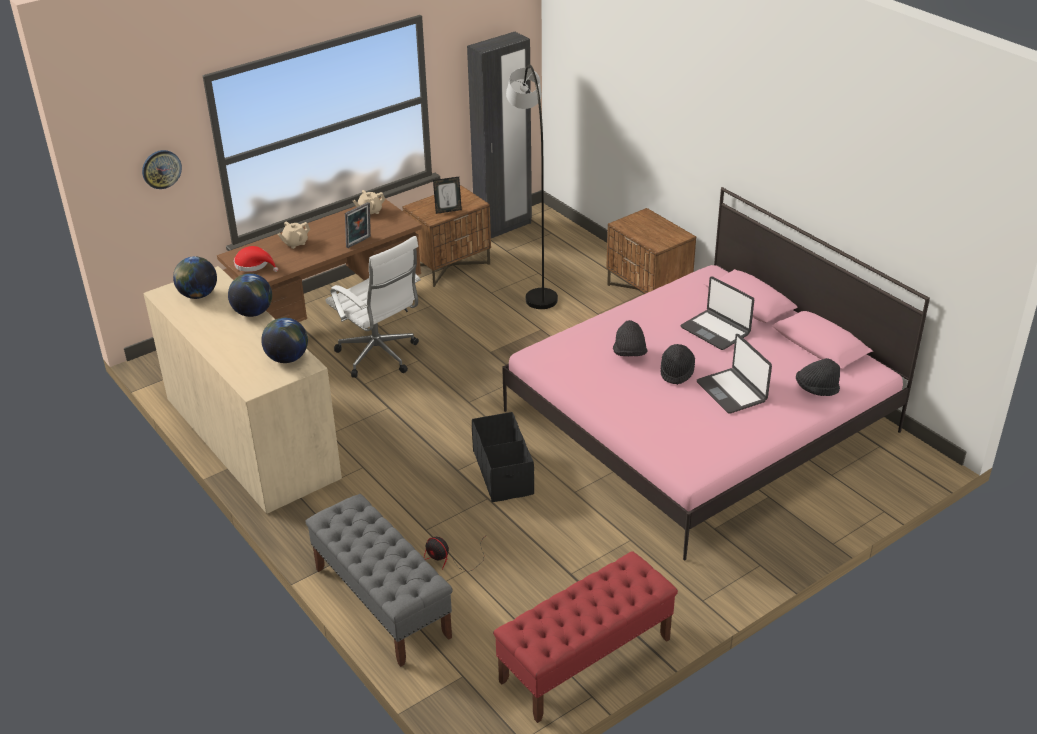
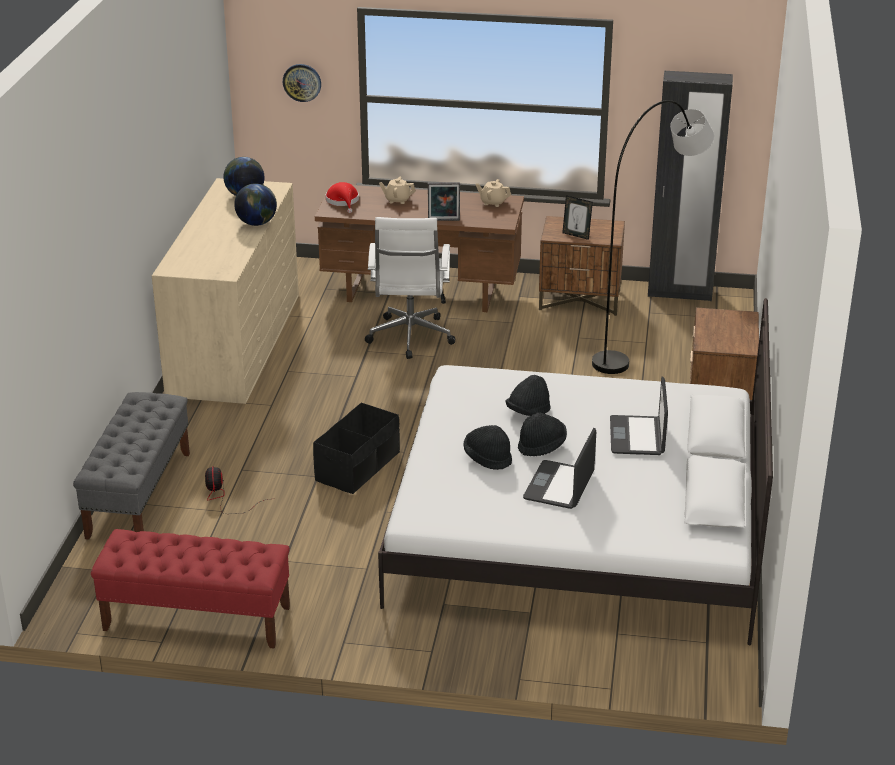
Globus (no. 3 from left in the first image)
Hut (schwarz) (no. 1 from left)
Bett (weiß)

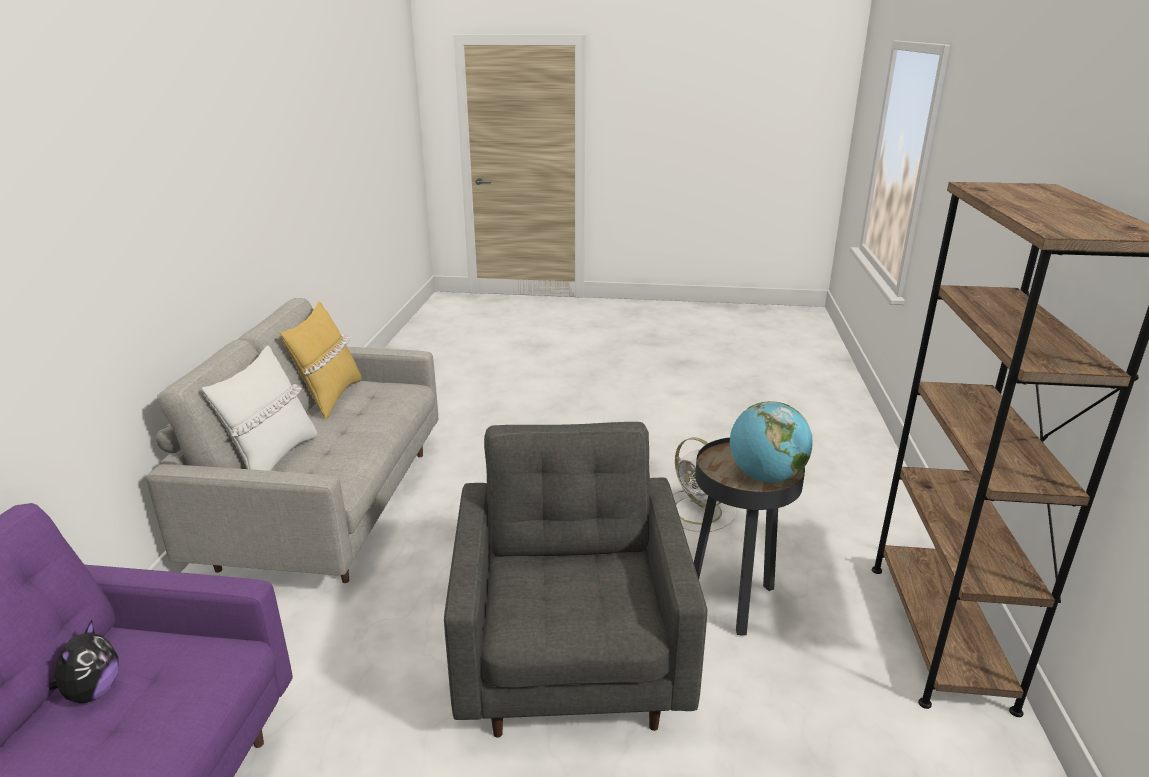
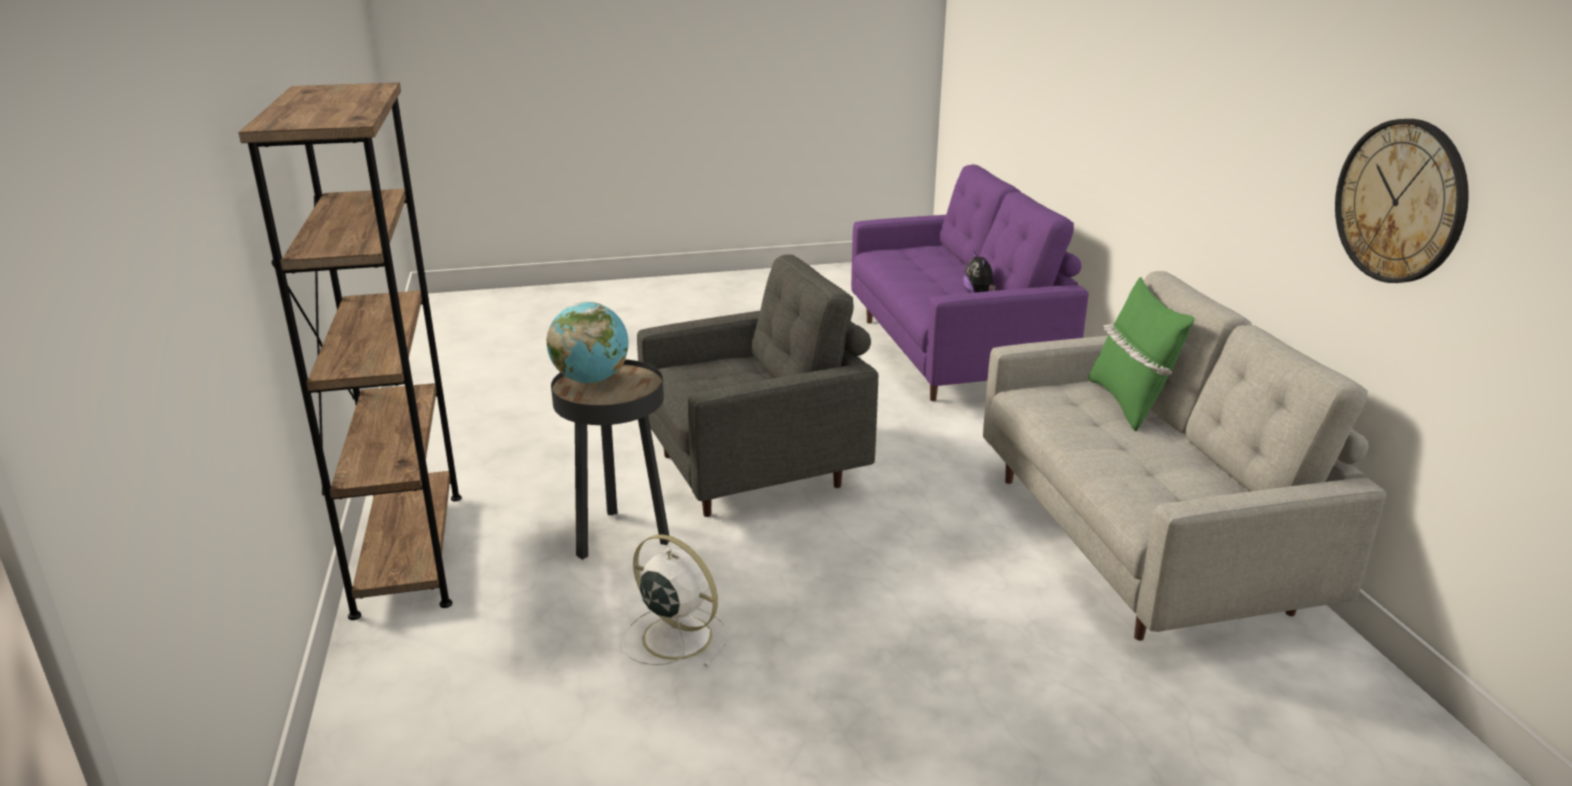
Kissen (gelb)
Wanduhr
Kissen (grün)
Sessel (grau)

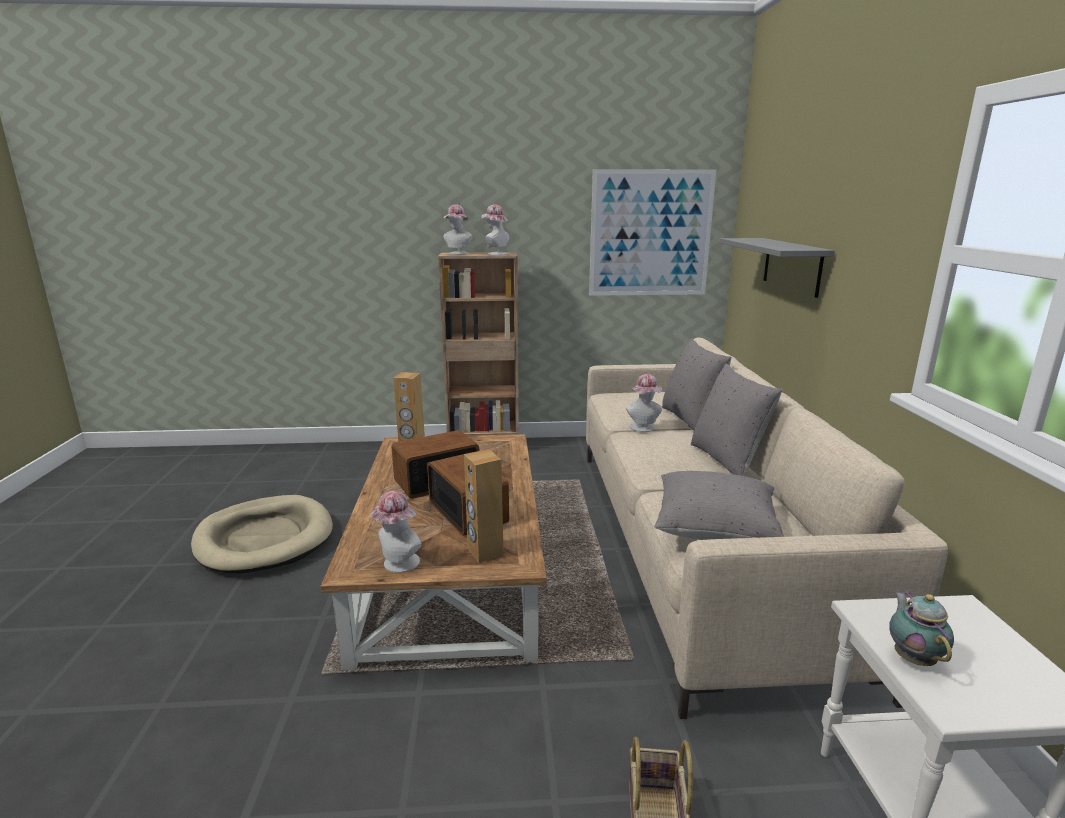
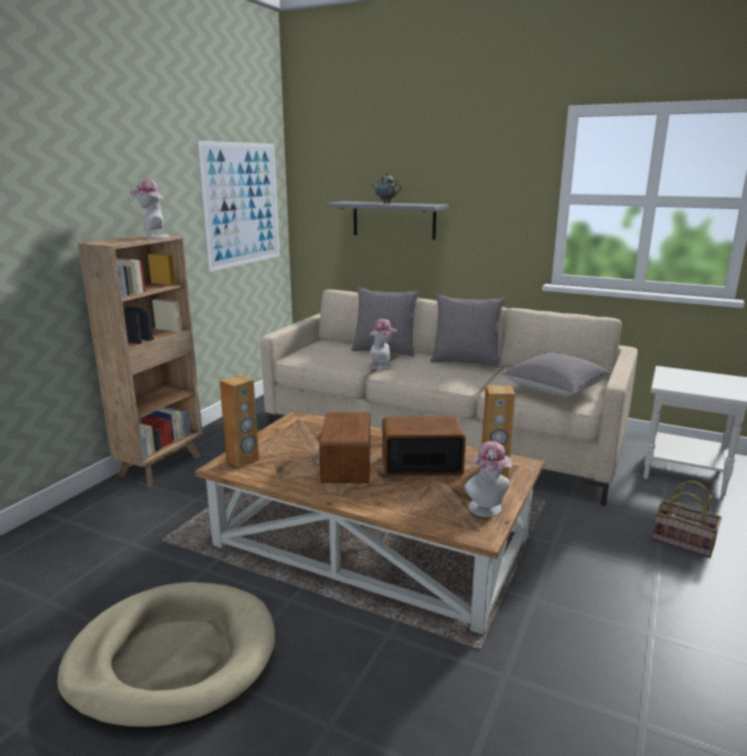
Hut (no. 2 from left in the first image)
Teekanne

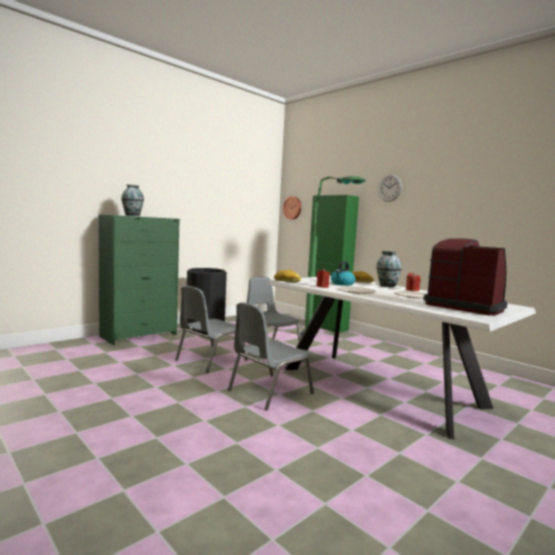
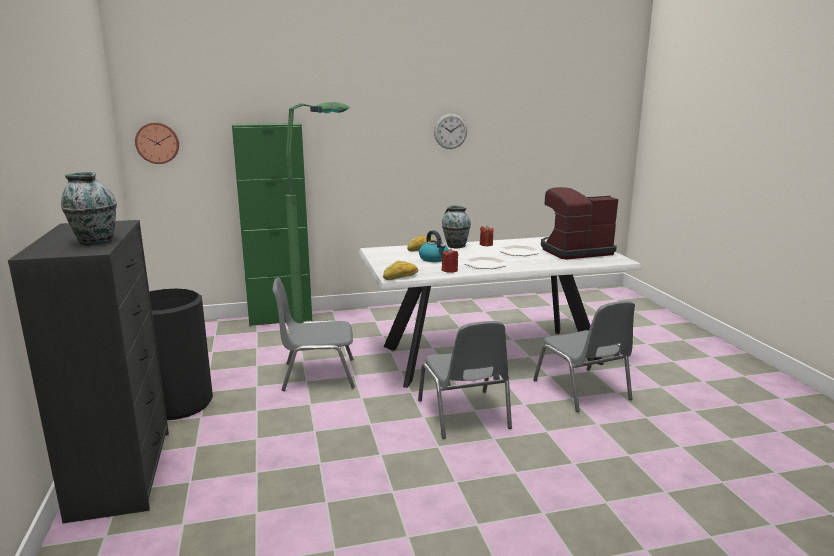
Stuhl (grau) (no. 3 from left)
Wanduhr (no. 2 from left)
Kommode (schwarz)

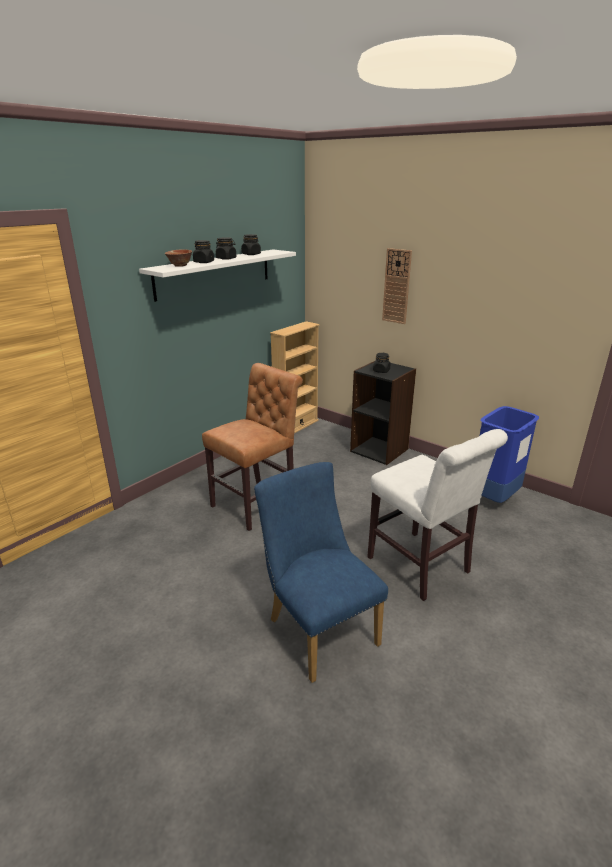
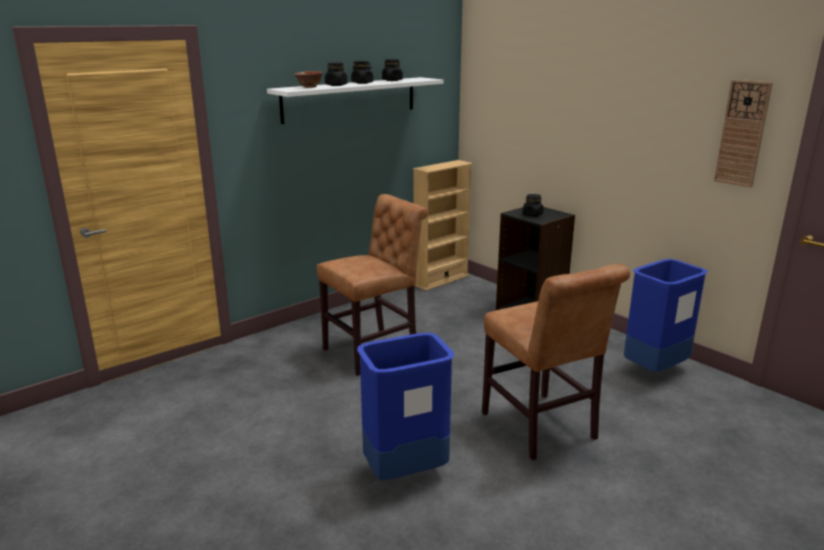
Wanduhr
Mülleimer (blau) (no. 1 from left)
Stuhl (braun) (no. 2 from left)

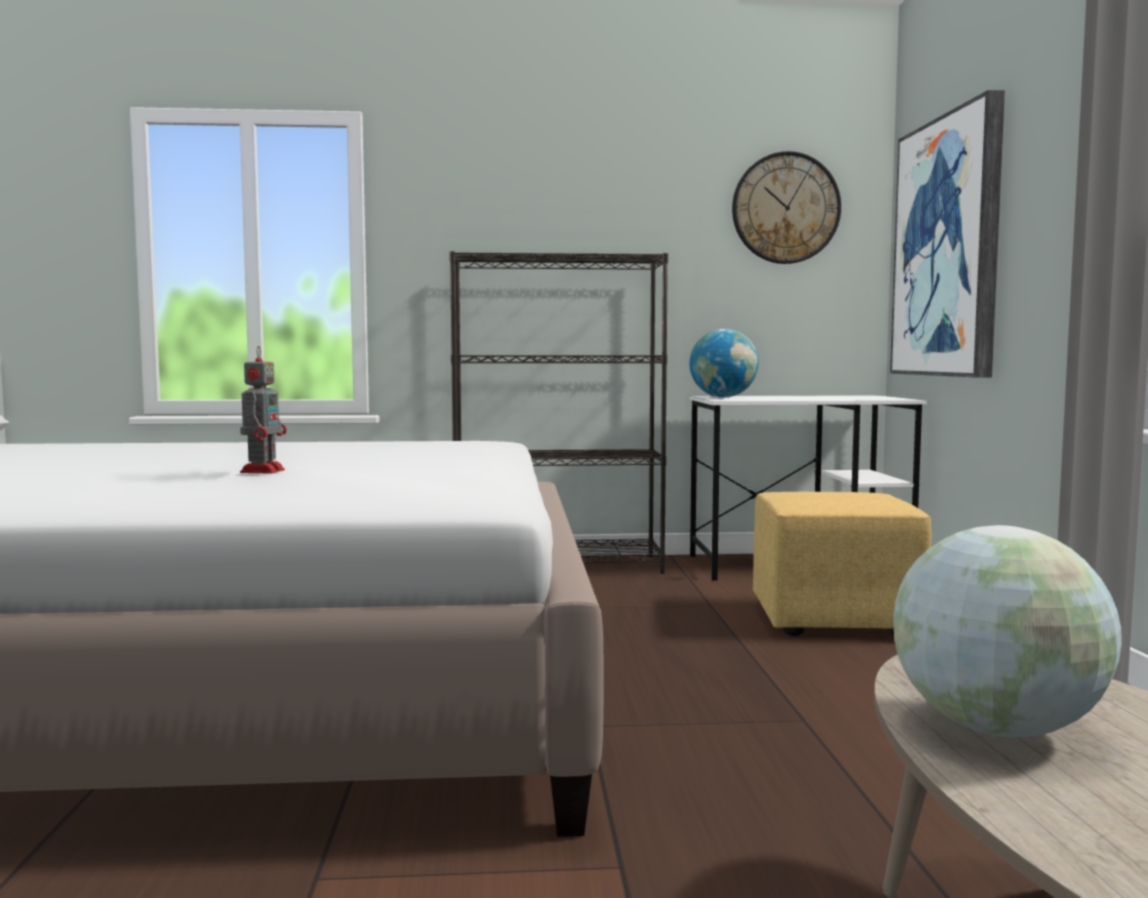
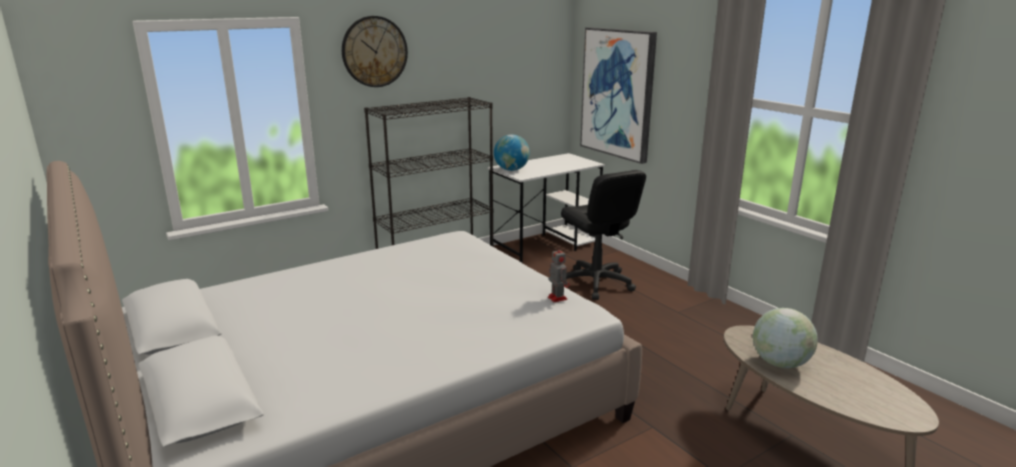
Spielzeugroboter
Wanduhr
Bürostuhl (schwarz)

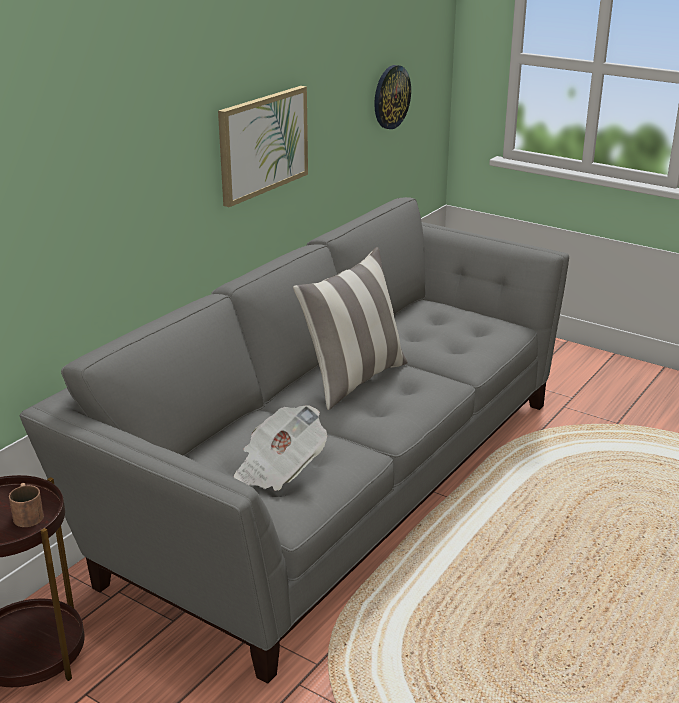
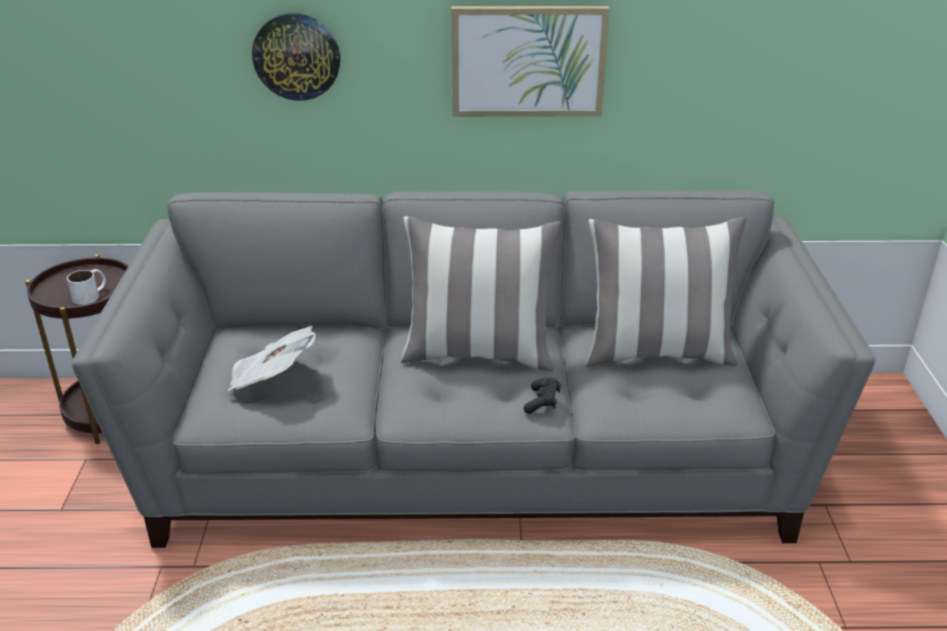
Gamepad (schwarz)
Kissen (no. 2 from left)
Wanduhr
Henkelbecher (weiß)

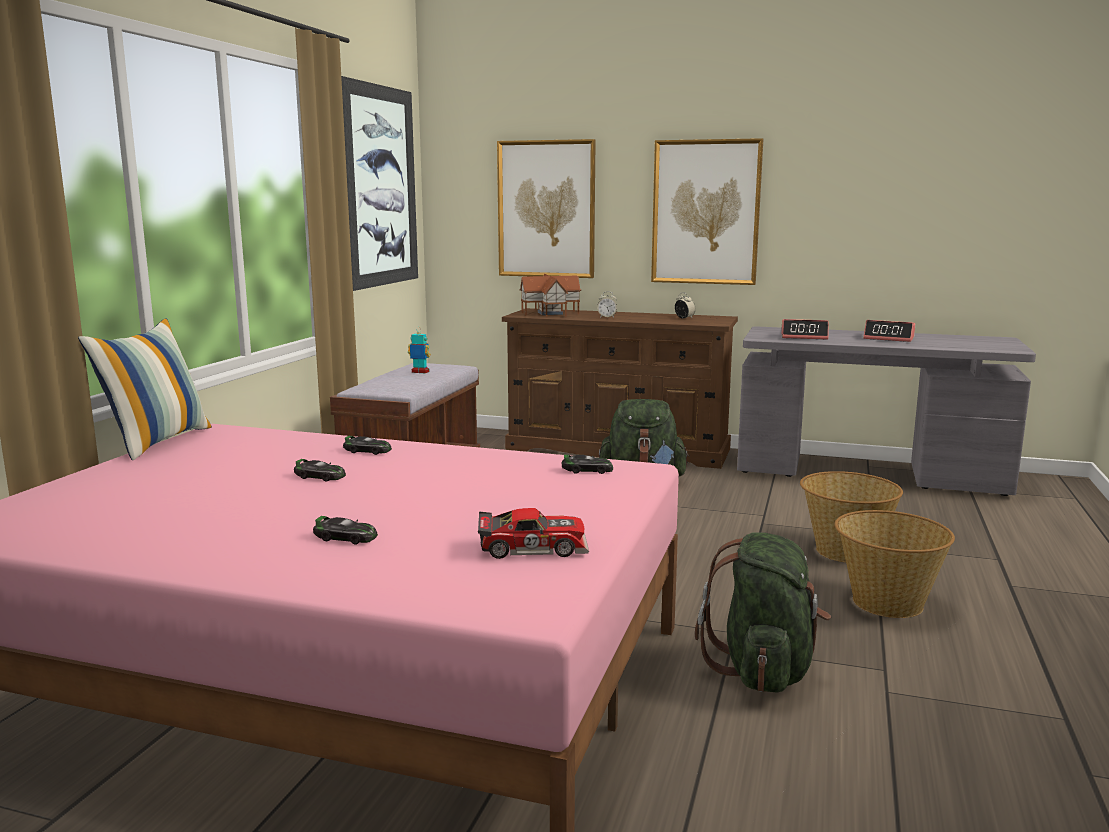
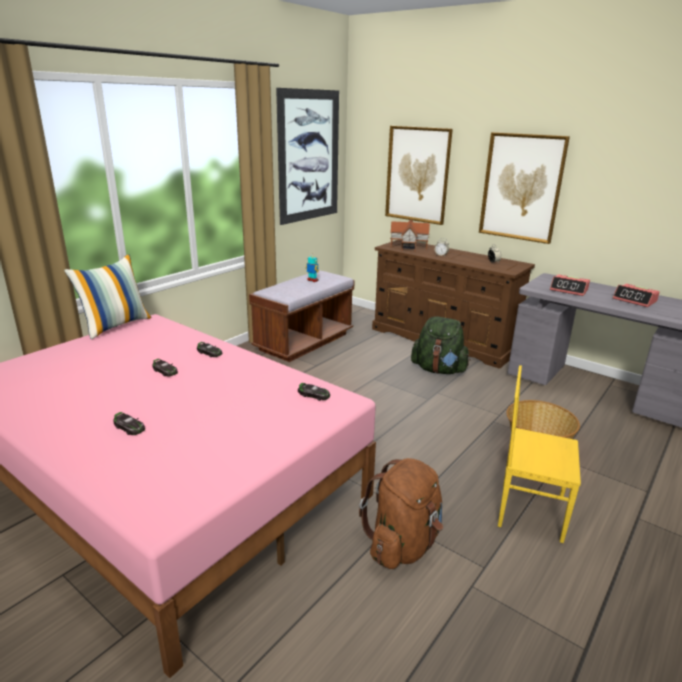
Spielzeugauto (no. 4 from left in the first image)
Stuhl (gelb)
Rucksack (braun)

